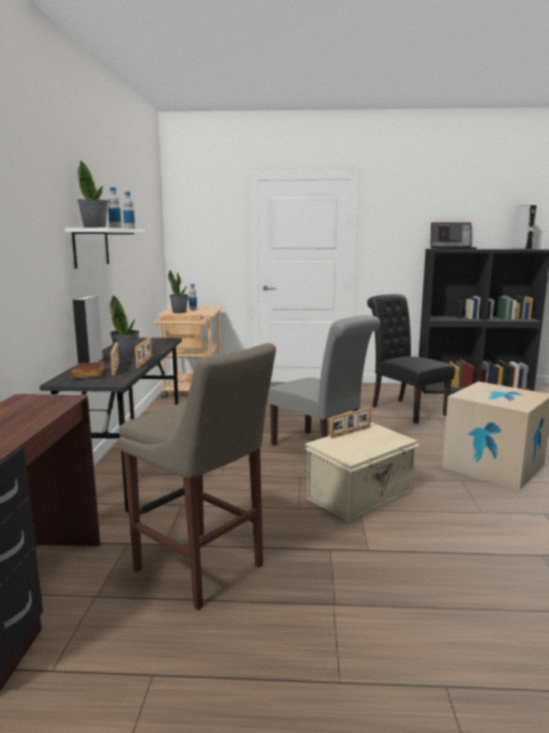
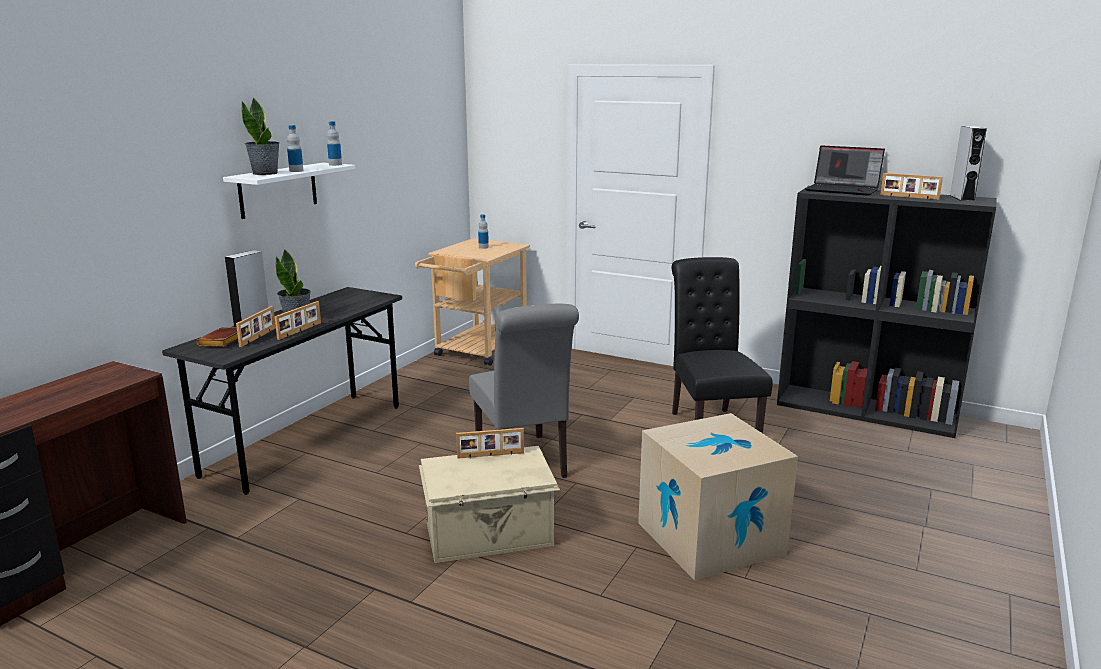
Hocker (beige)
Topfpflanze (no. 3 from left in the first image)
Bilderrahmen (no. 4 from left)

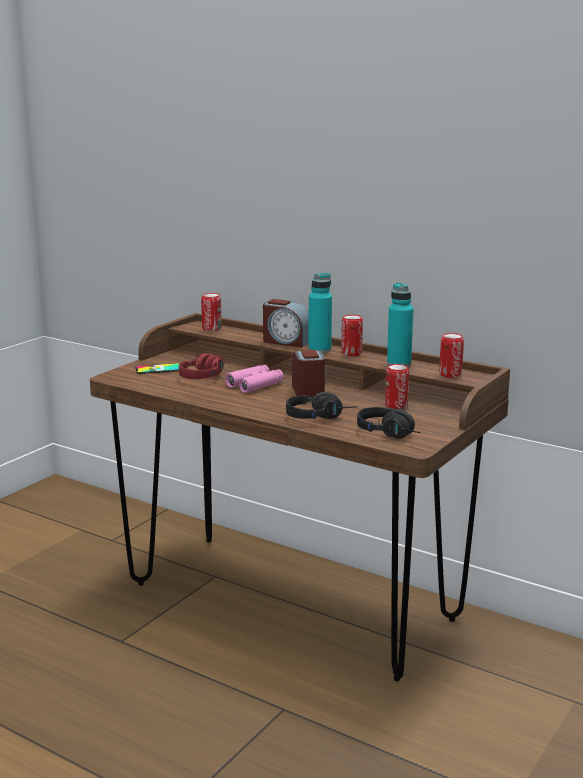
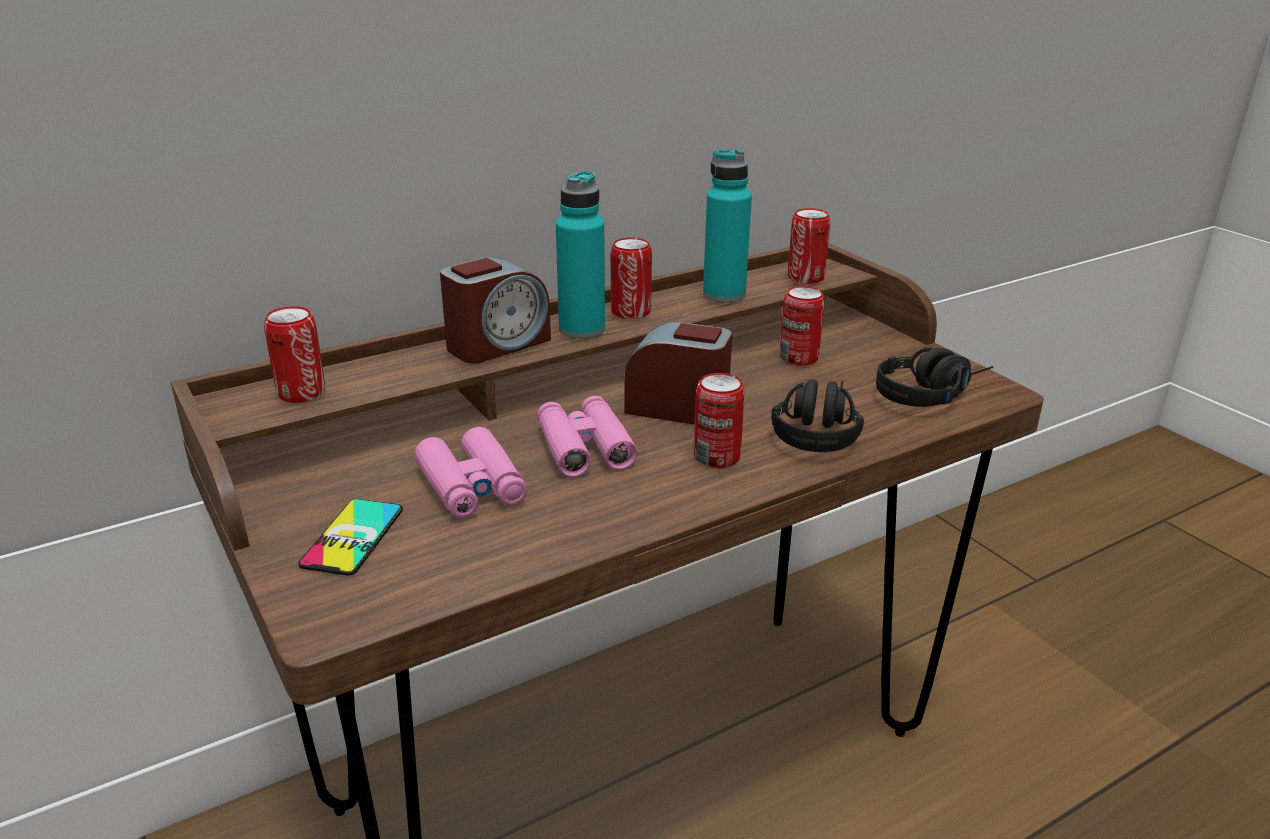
Dose (no. 3 from left)
Fernglas (rosa) (no. 1 from left)

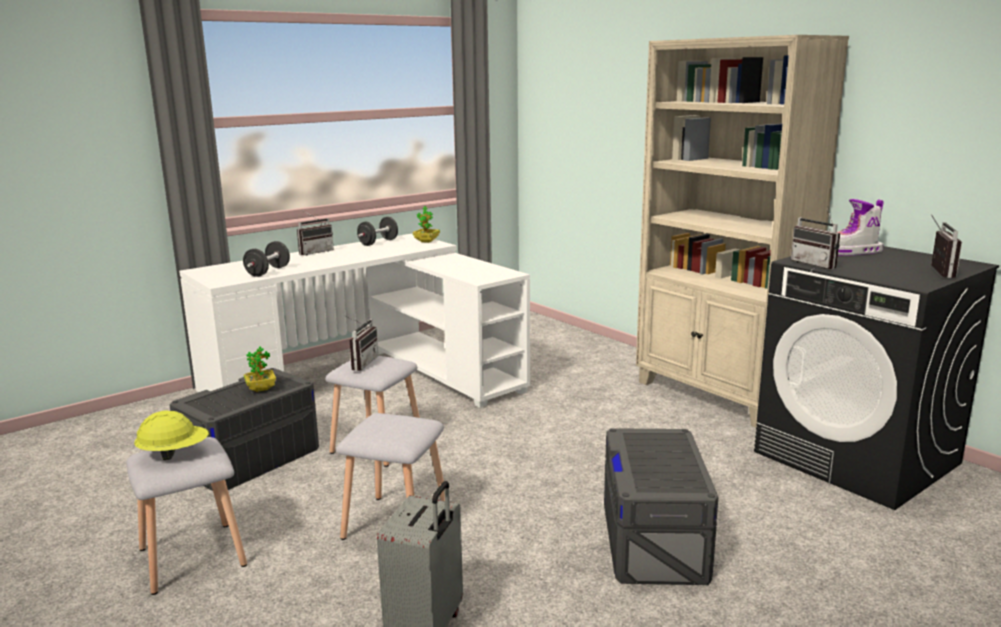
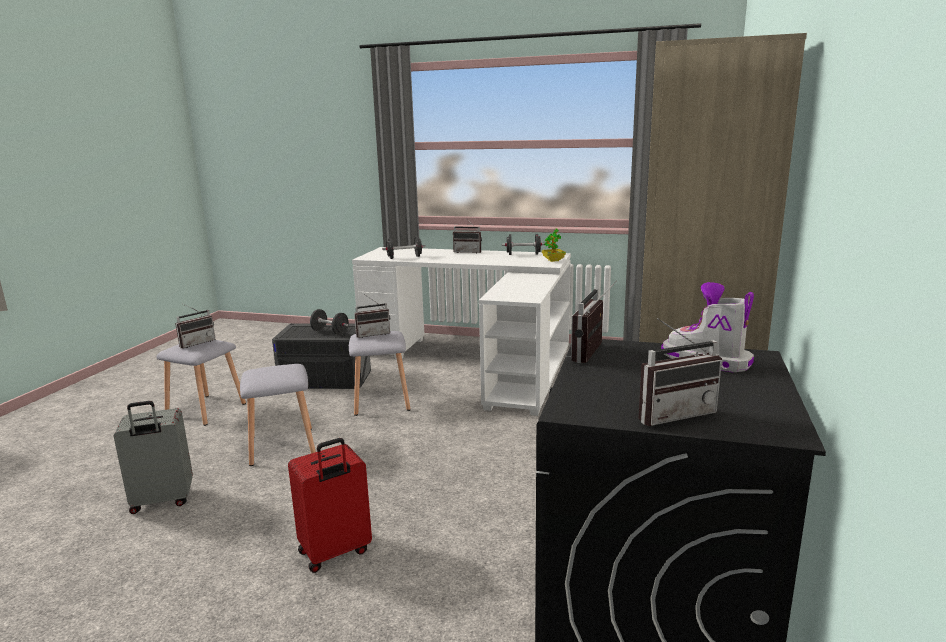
Radio (no. 1 from left)
Hantel (schwarz) (no. 1 from left)
Koffer (rot)

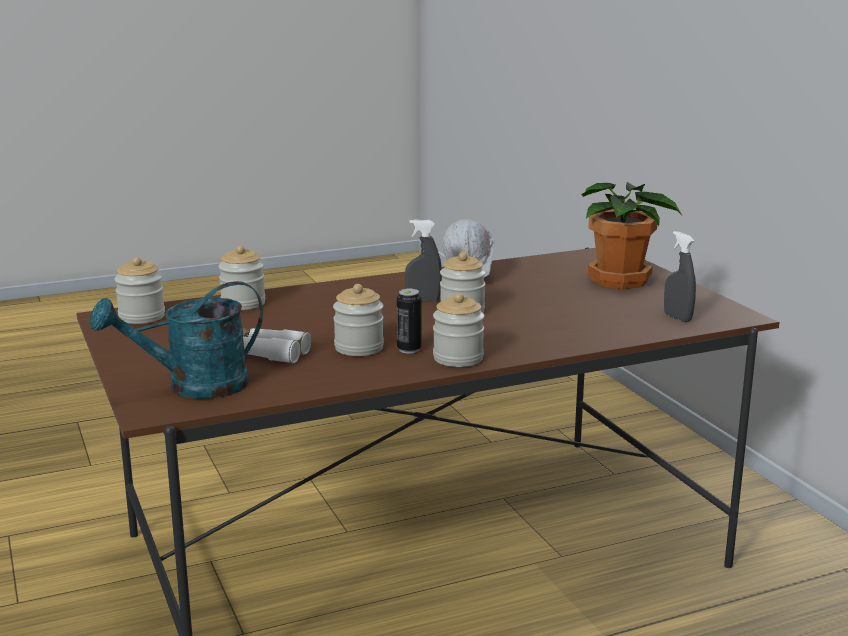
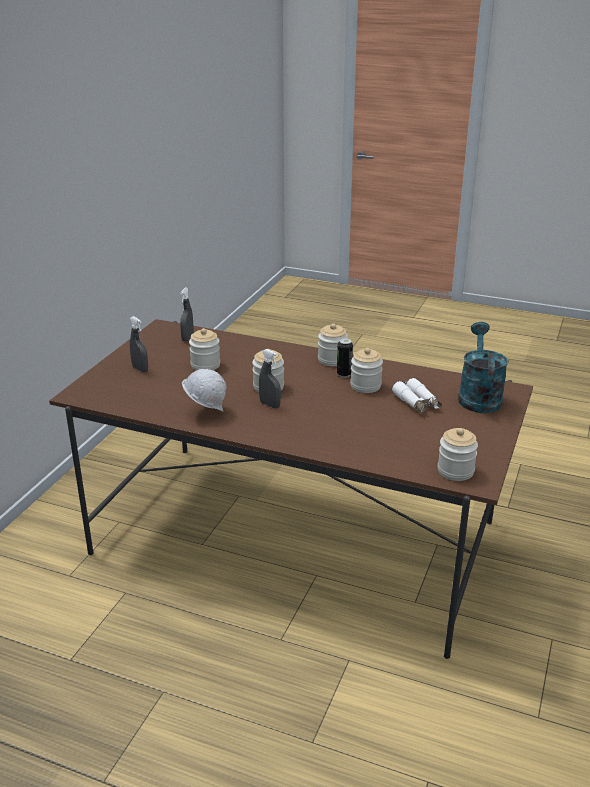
Vorratsglas (no. 1 from left)
Sprühflasche (grau) (no. 1 from left)
Gießkanne (türkis)

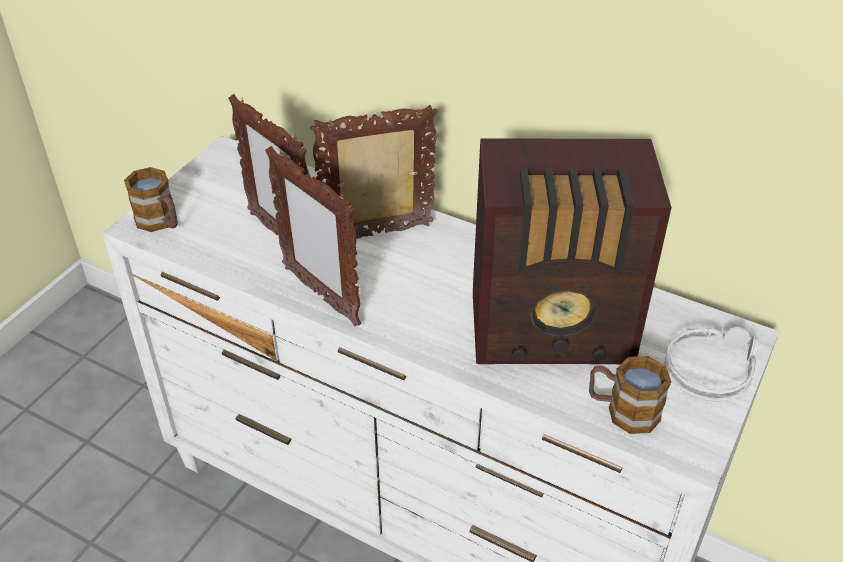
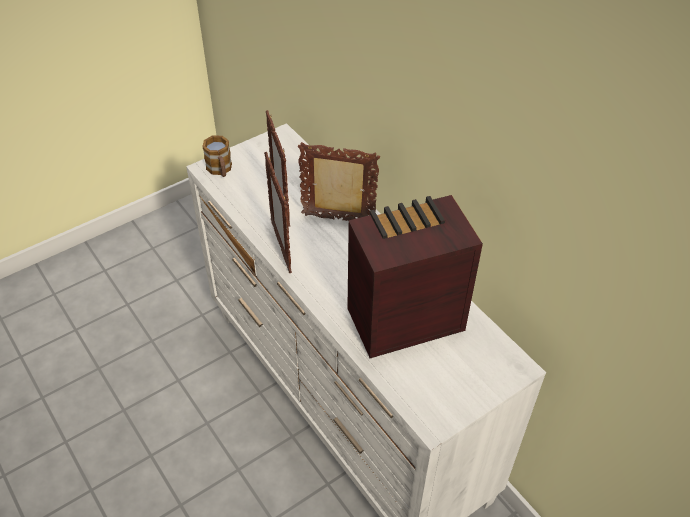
Henkelbecher (no. 2 from left in the first image)
Kopfhörer (grau)
Radio

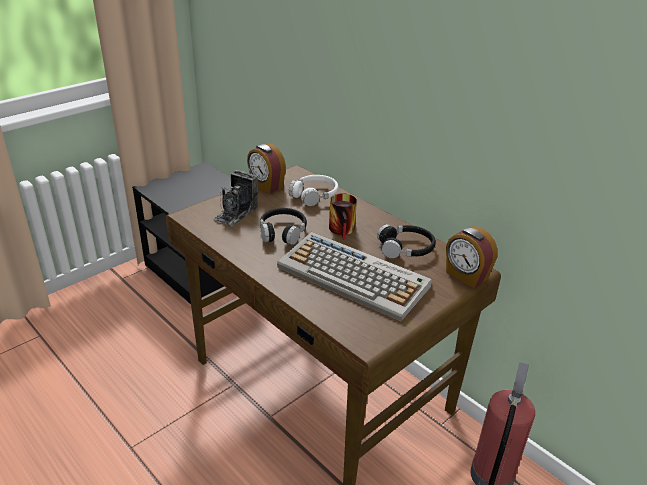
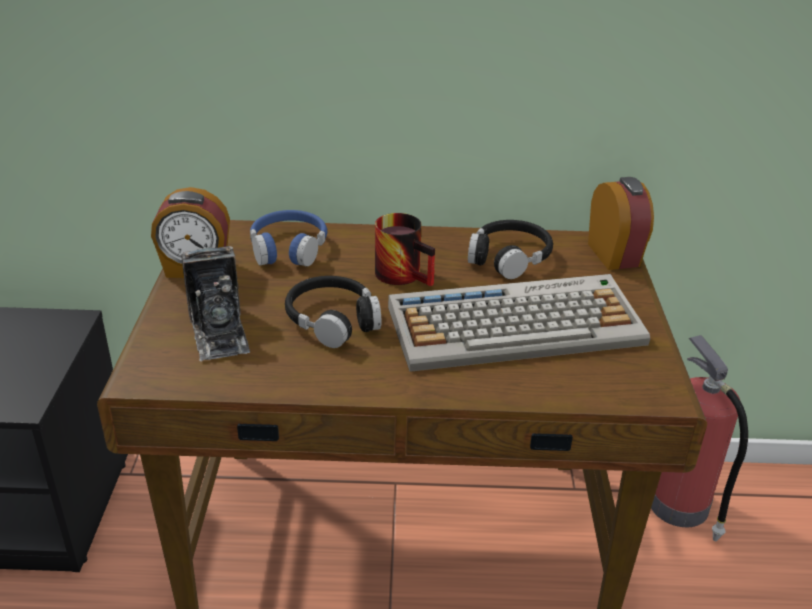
Kopfhörer (blau)
Wecker (no. 2 from left)

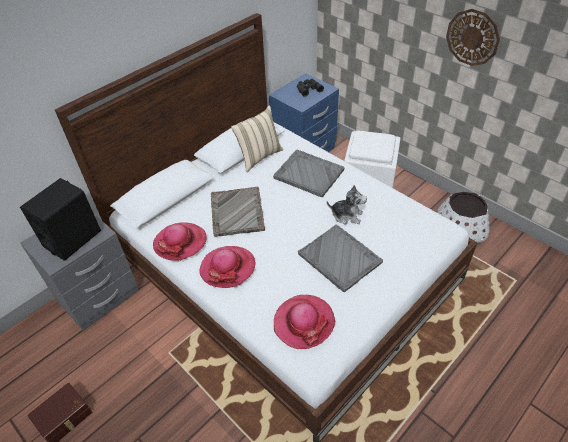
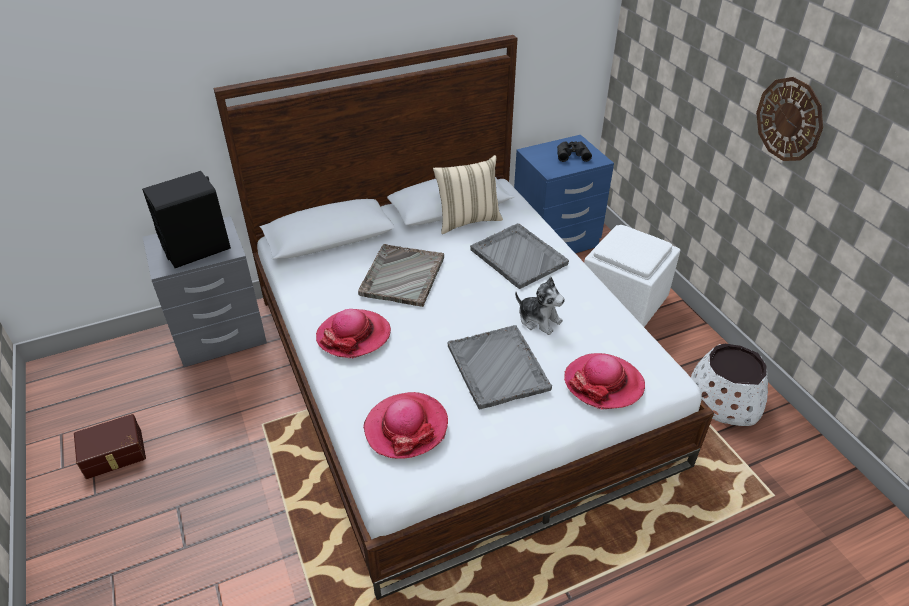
Hut (no. 3 from left)

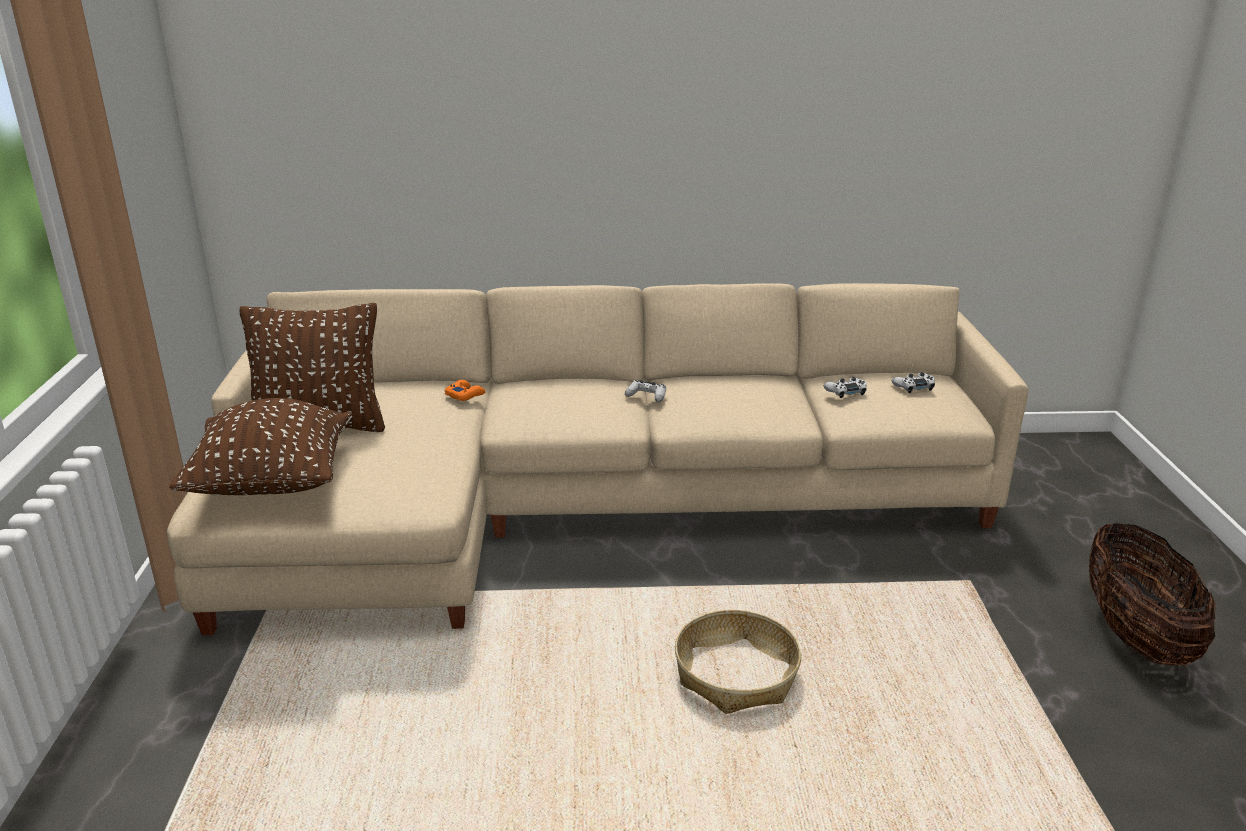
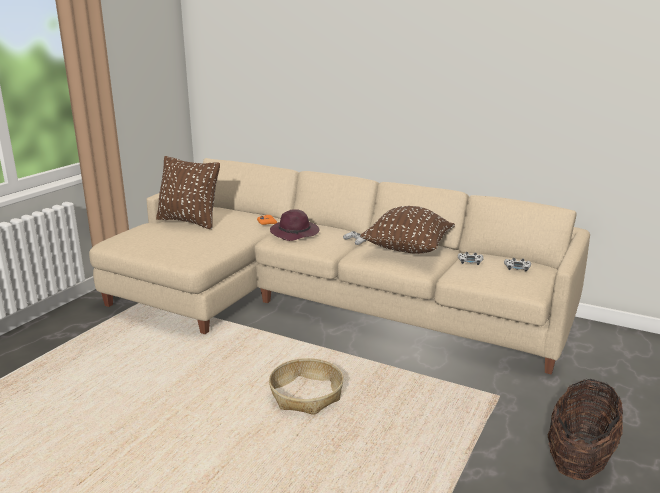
Hut (lila)
Kissen (braun) (no. 2 from left)

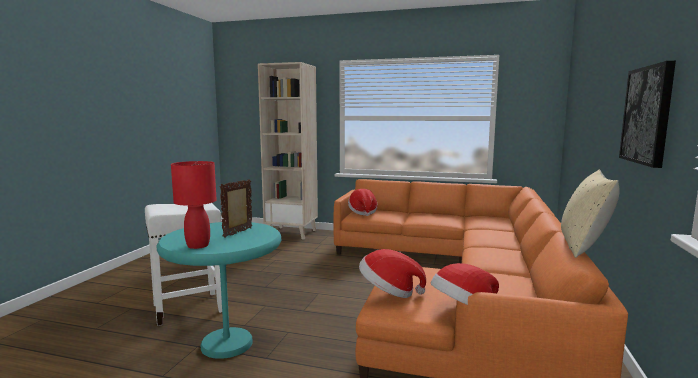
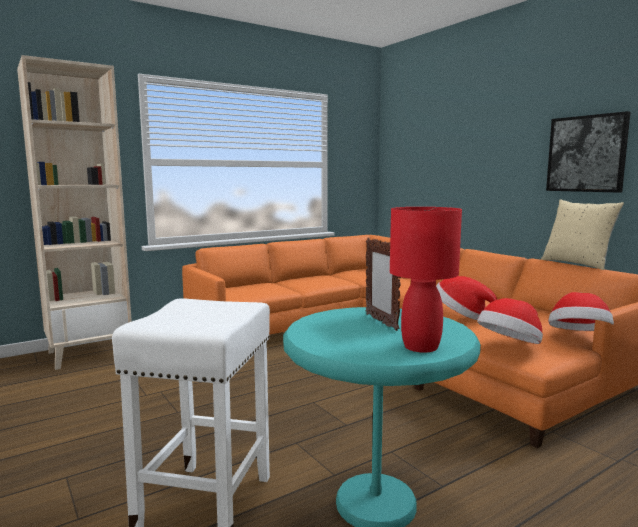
Hut (no. 1 from left)

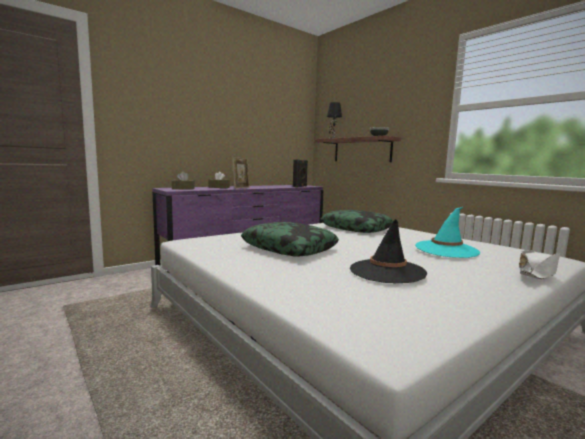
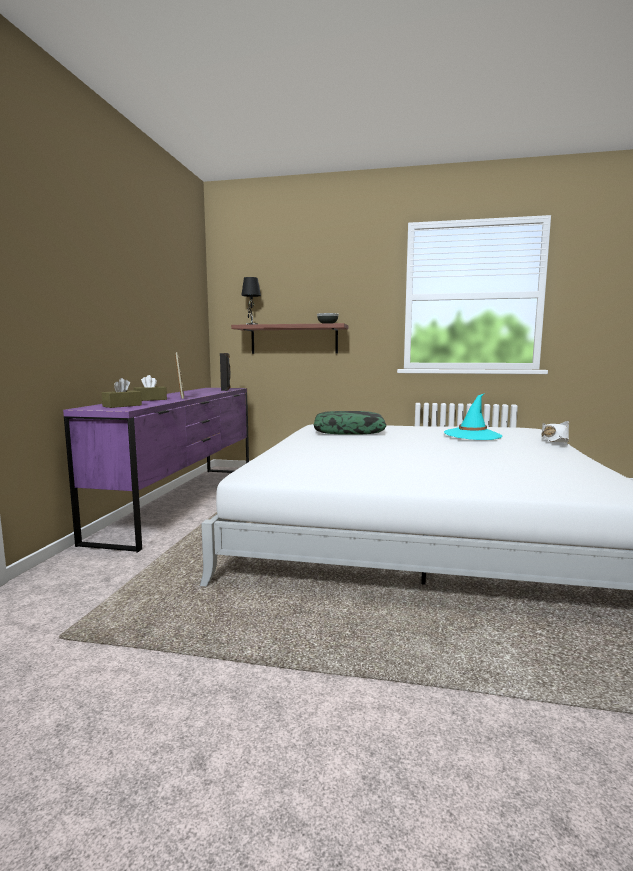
Kissen (no. 1 from left in the first image)
Hut (schwarz)

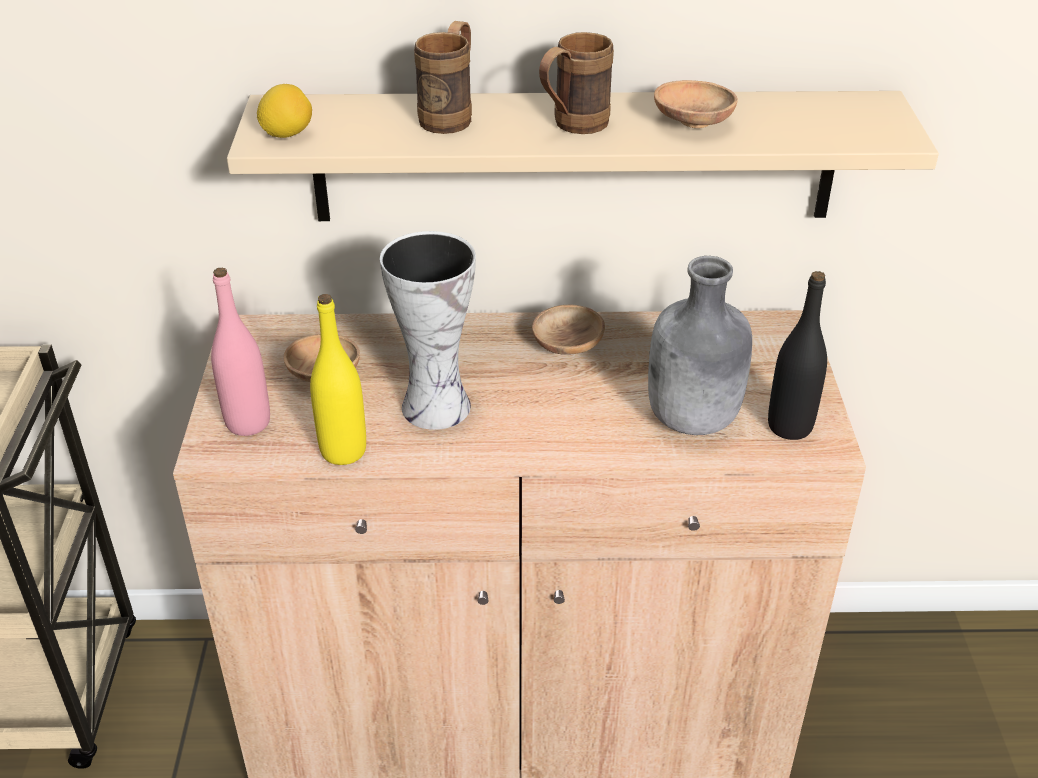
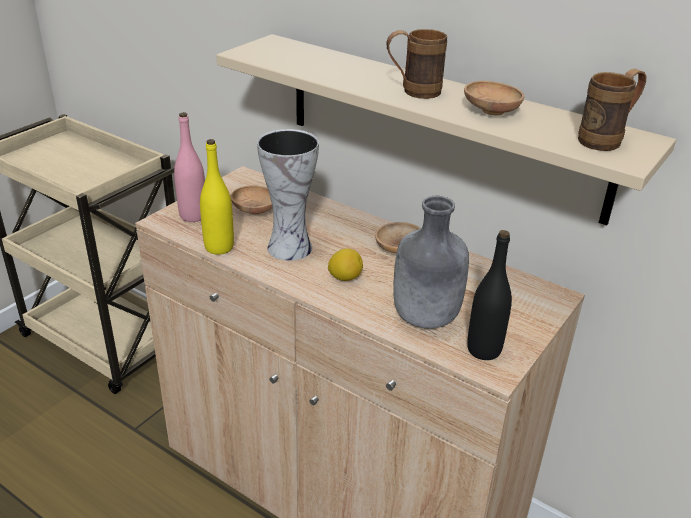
Zitrone
Henkelbecher (braun) (no. 2 from left)

